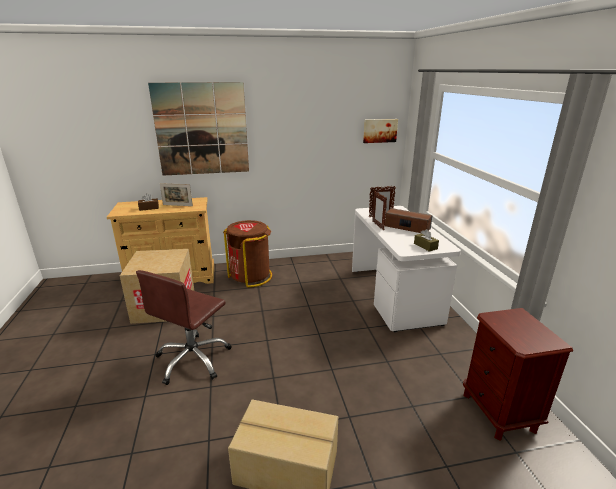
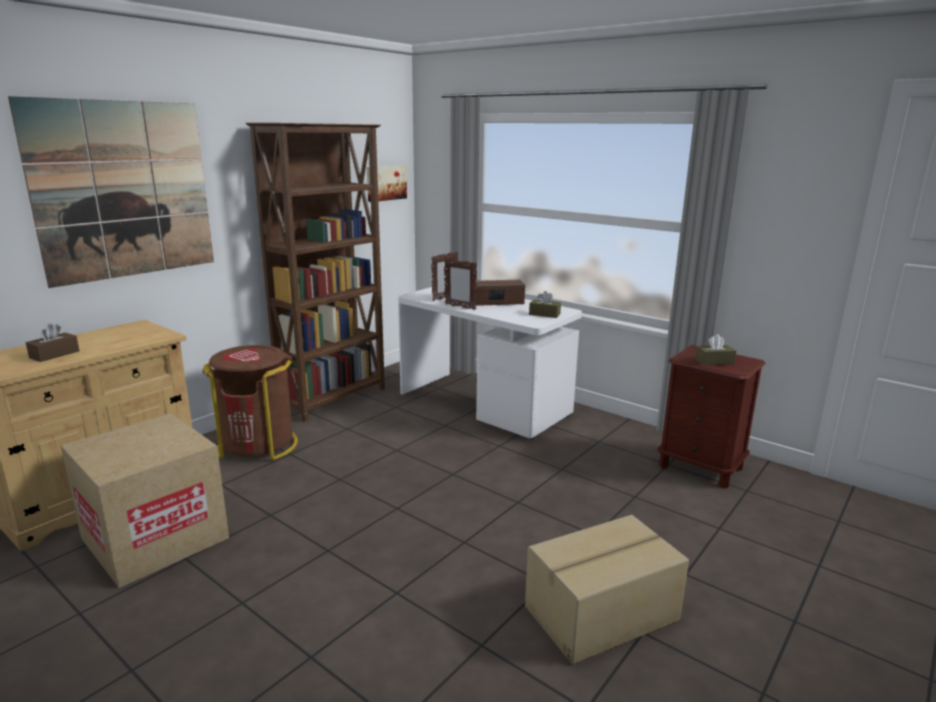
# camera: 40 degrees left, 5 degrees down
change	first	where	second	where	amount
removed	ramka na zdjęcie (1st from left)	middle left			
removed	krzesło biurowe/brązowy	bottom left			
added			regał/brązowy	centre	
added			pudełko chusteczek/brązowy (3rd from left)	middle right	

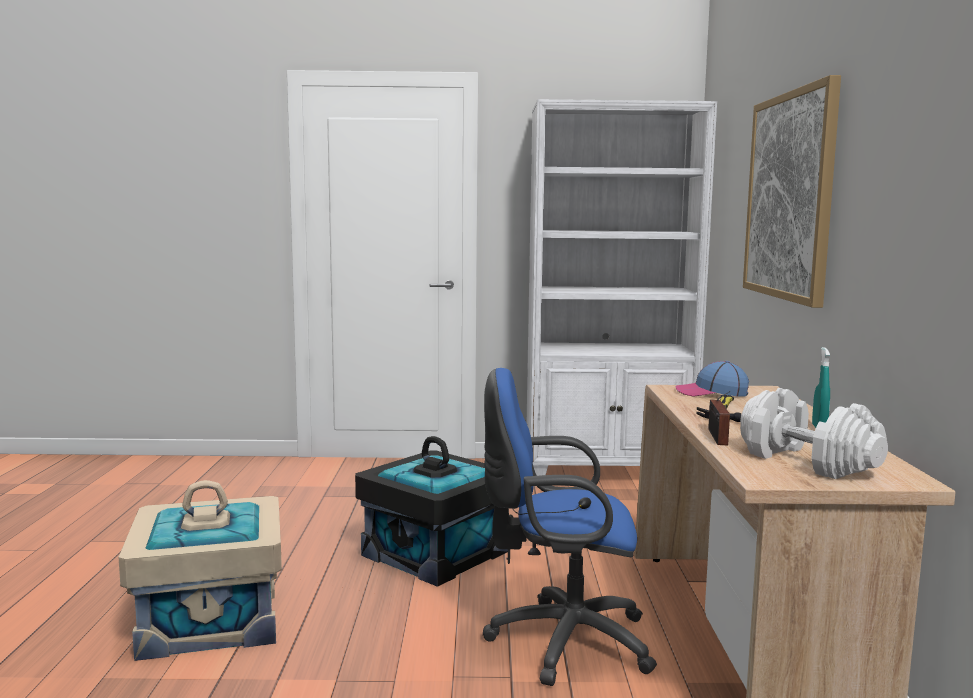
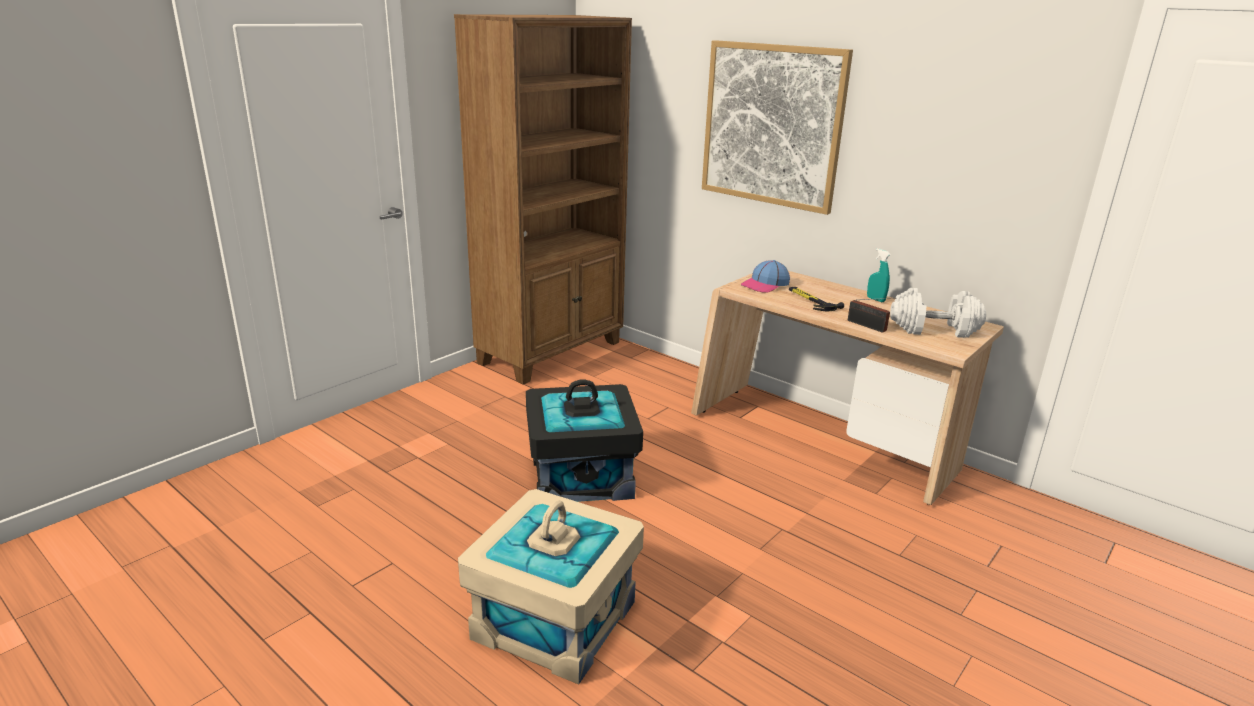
# camera: 50 degrees left, 15 degrees up
change	first	where	second	where	amount
recoloured	regał/biały	centre	regał/brązowy	top centre	
removed	krzesło biurowe/niebieski	bottom centre			

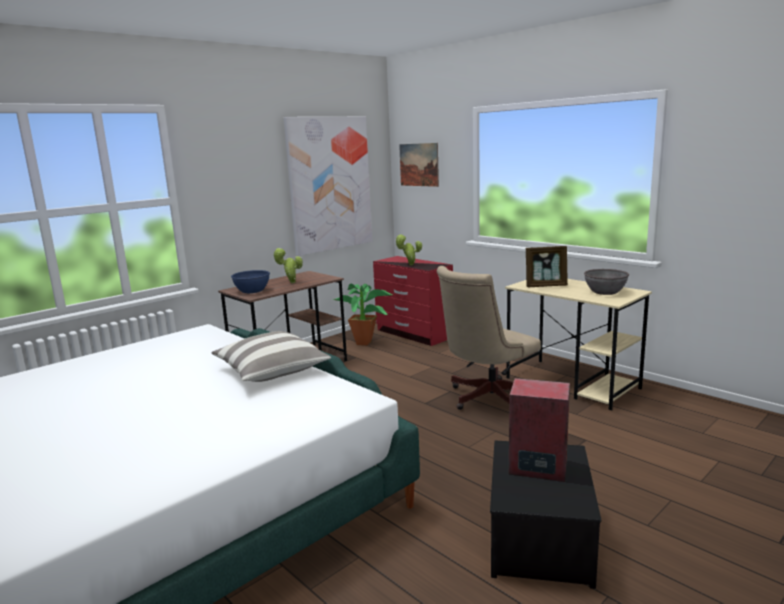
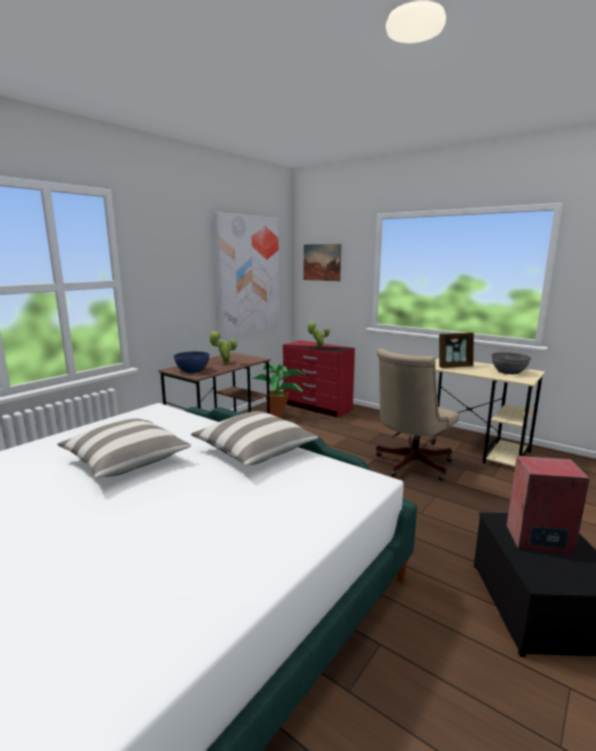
# camera: 10 degrees left, 0 degrees up
change	first	where	second	where	amount
added			poduszka (1st from left)	middle left	

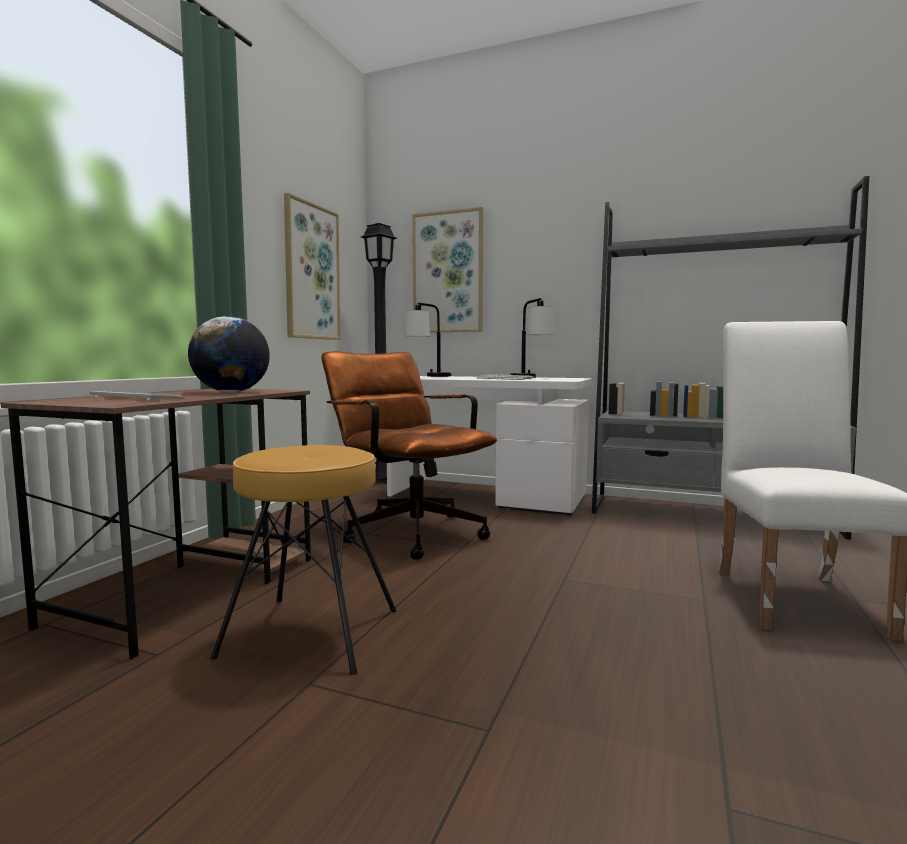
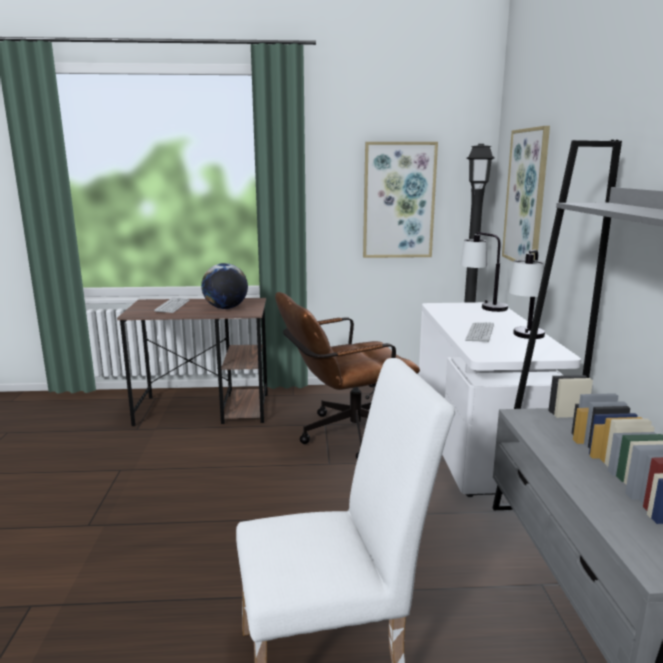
# camera: 65 degrees right, 10 degrees up
change	first	where	second	where	amount
turned	krzesło biurowe/brązowy	centre		centre	135 degrees counterclockwise
removed	stołek/brązowy	centre			

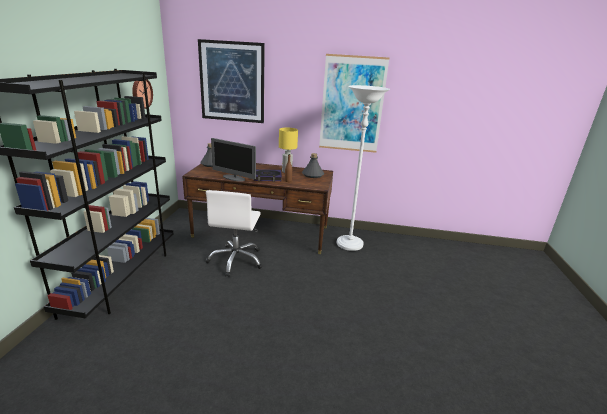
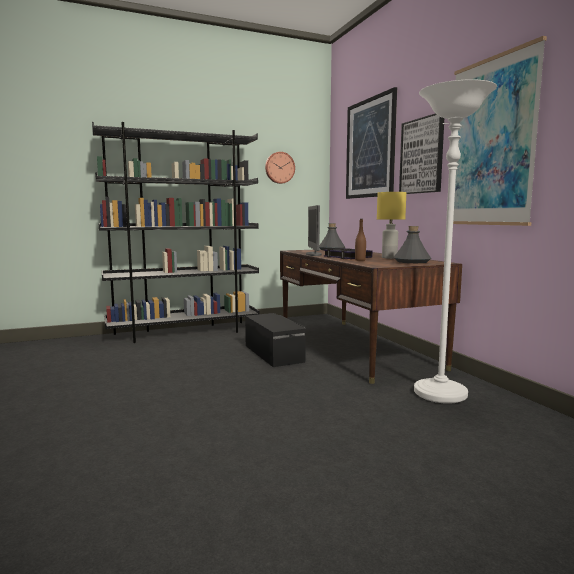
# camera: 60 degrees right, 15 degrees down
change	first	where	second	where	amount
replaced	krzesło biurowe/biały	centre	pojemnik do przechowywania/czarny	centre	
added			obraz (2nd from left)	top right	

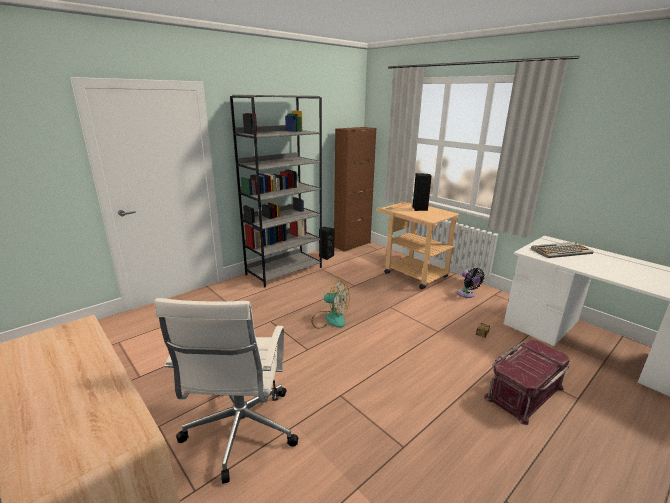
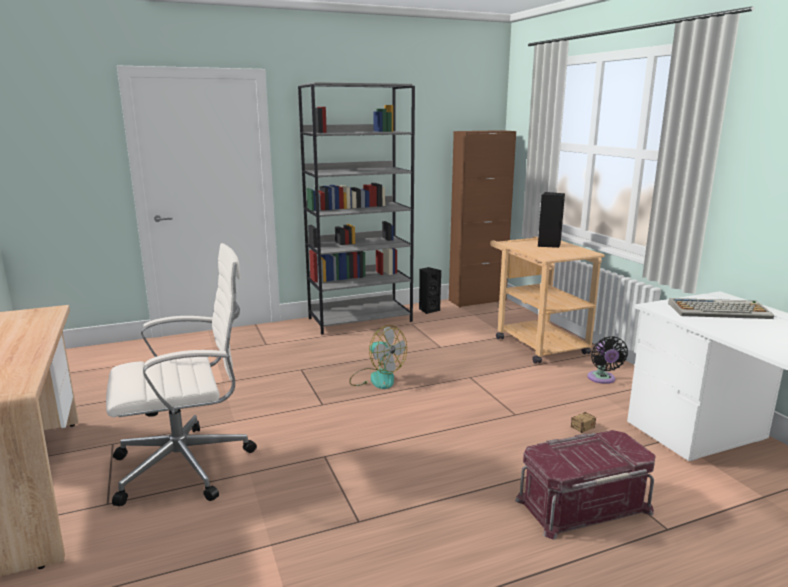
# camera: 20 degrees right, 5 degrees down
change	first	where	second	where	amount
turned	krzesło biurowe/biały	bottom centre		middle left	135 degrees counterclockwise

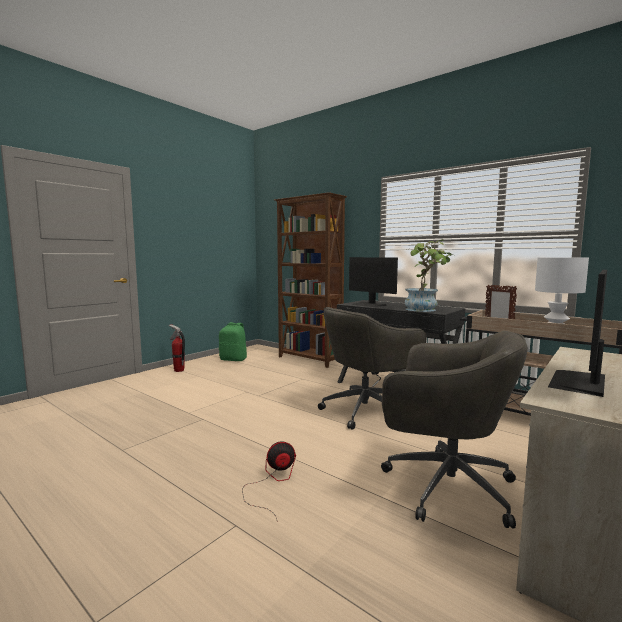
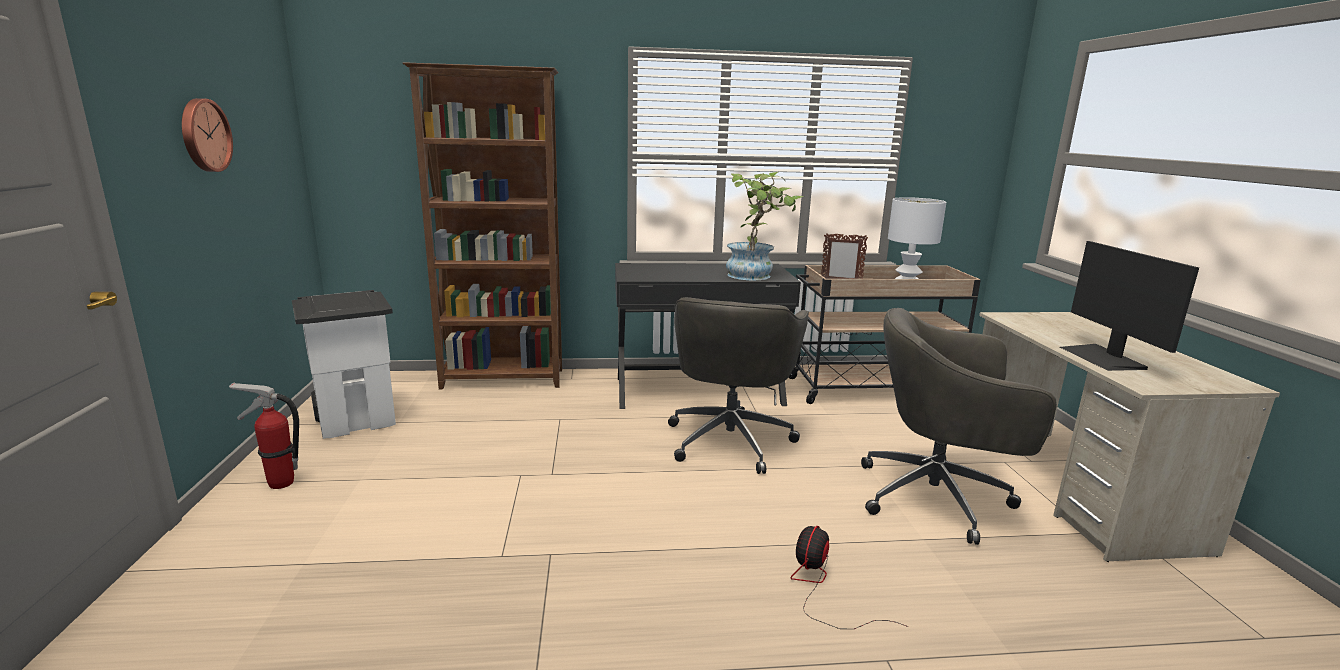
# camera: 45 degrees left, 10 degrees up
change	first	where	second	where	amount
removed	monitor (1st from left)	centre			
replaced	plecak/zielony	centre	kosz na śmieci/biały	middle left	
turned	krzesło biurowe/szary (2nd from left)	bottom right		middle right	150 degrees counterclockwise
added			zegar ścienny	top left	

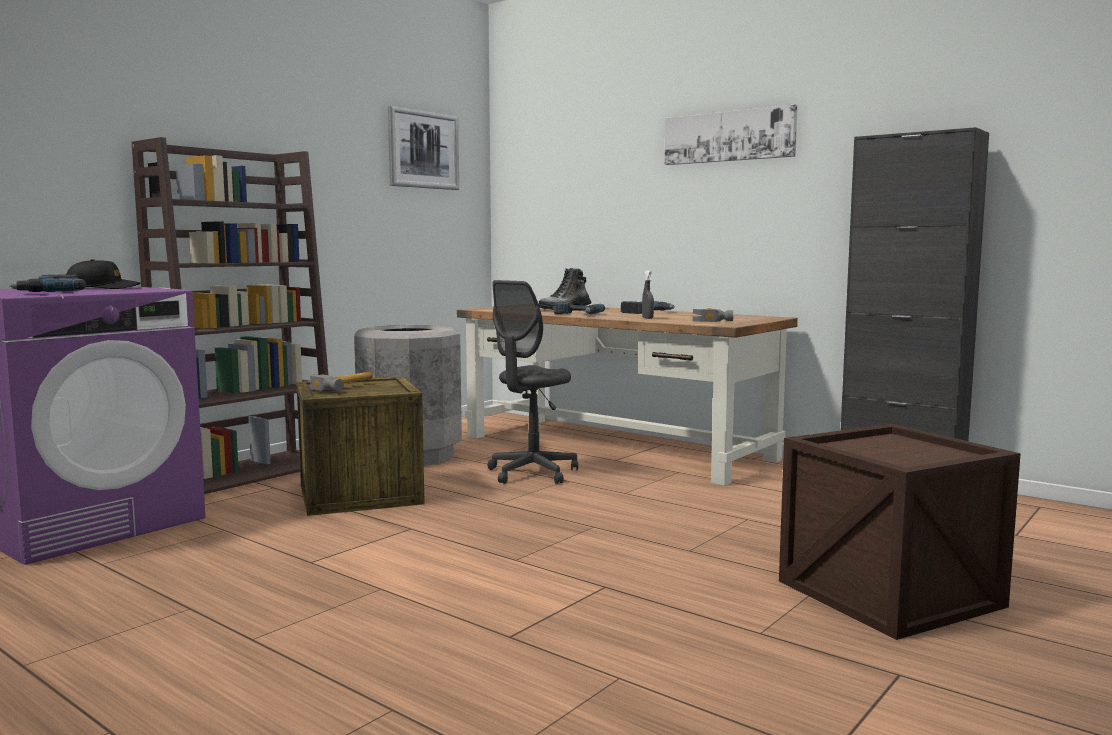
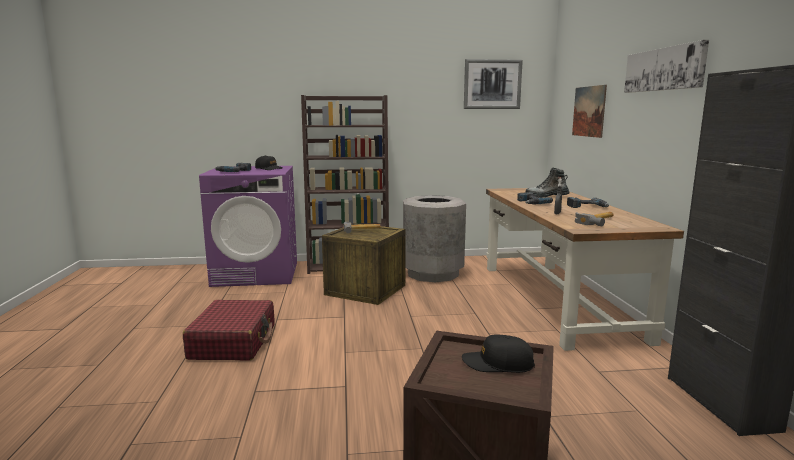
# camera: 45 degrees right, 5 degrees up
change	first	where	second	where	amount
removed	krzesło biurowe/szary	centre			
added			obraz (2nd from left)	top right	
added			walizka/czerwony	bottom left	
added			czapka z daszkiem/czarny (2nd from left)	bottom centre	

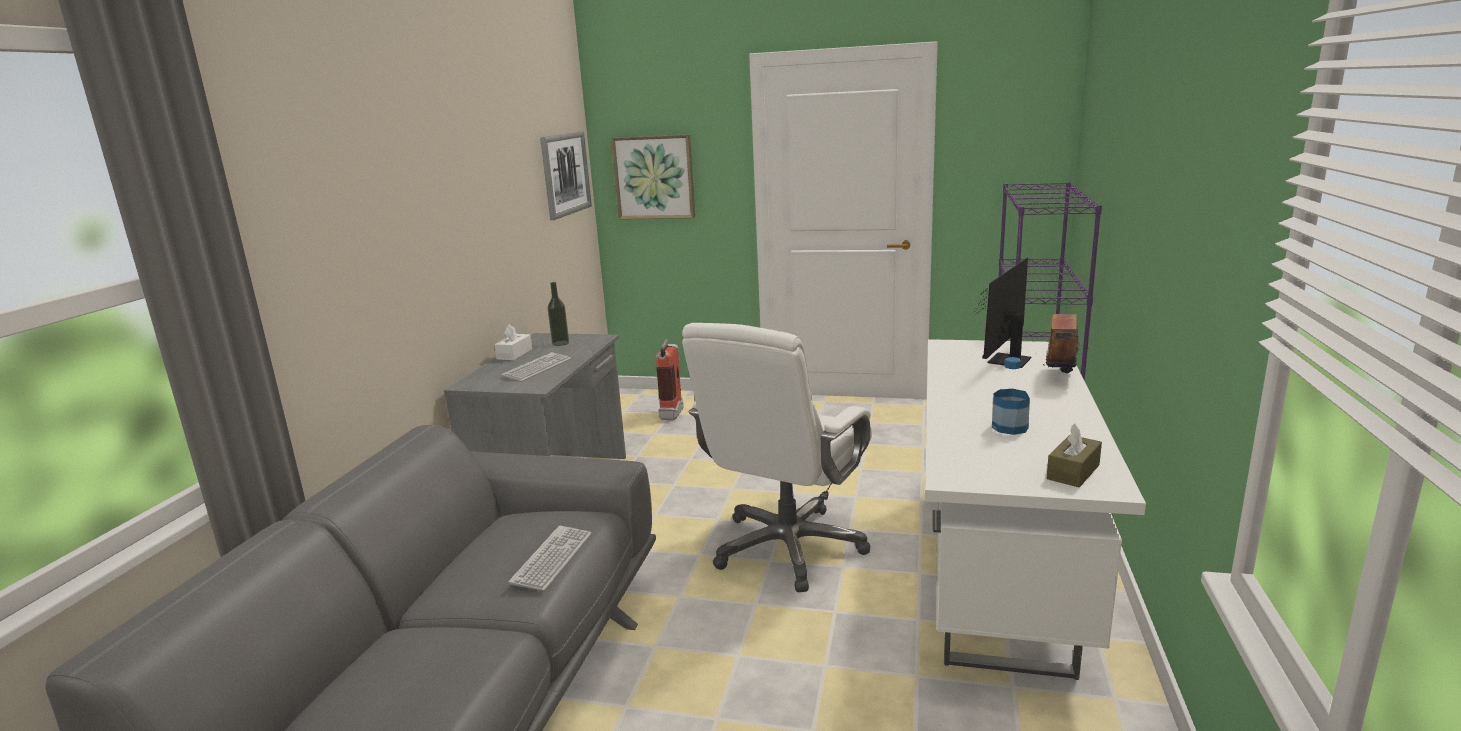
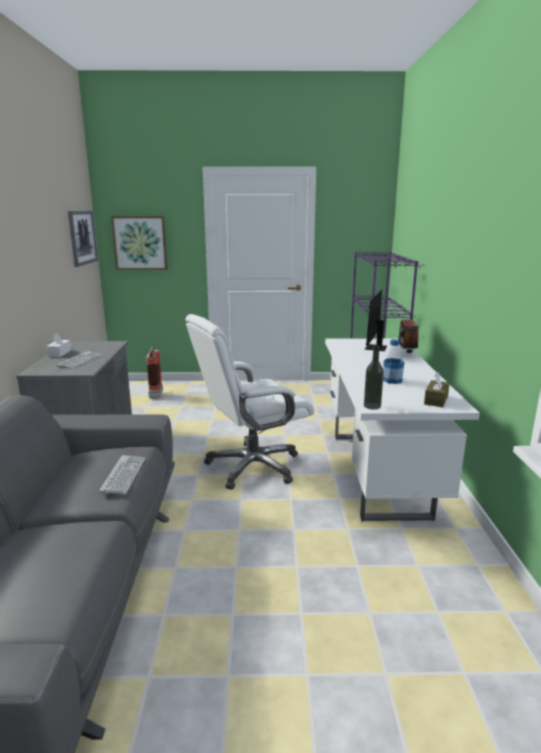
# camera: 15 degrees left, 0 degrees up
change	first	where	second	where	amount
moved	butelka (1st from left)	centre		middle right	
turned	krzesło biurowe/biały	centre		centre	45 degrees clockwise

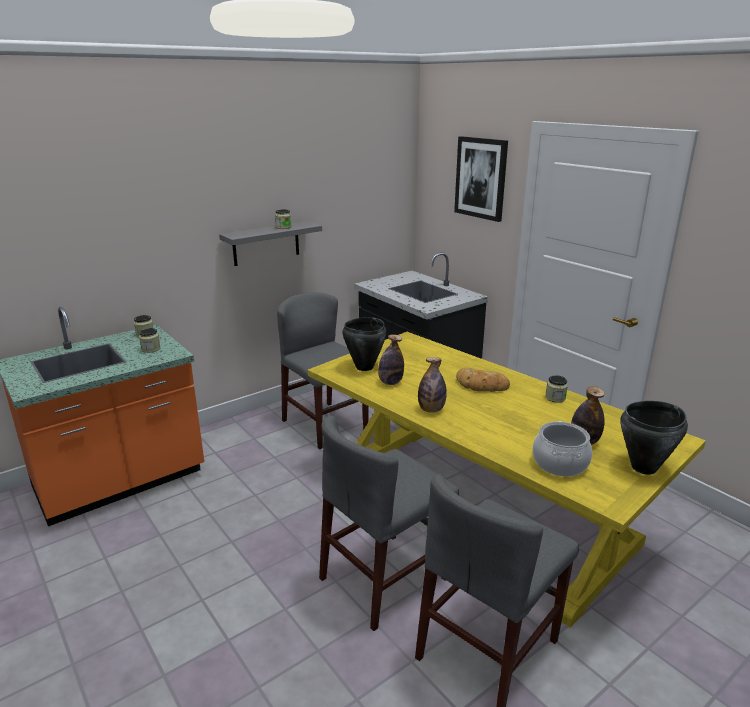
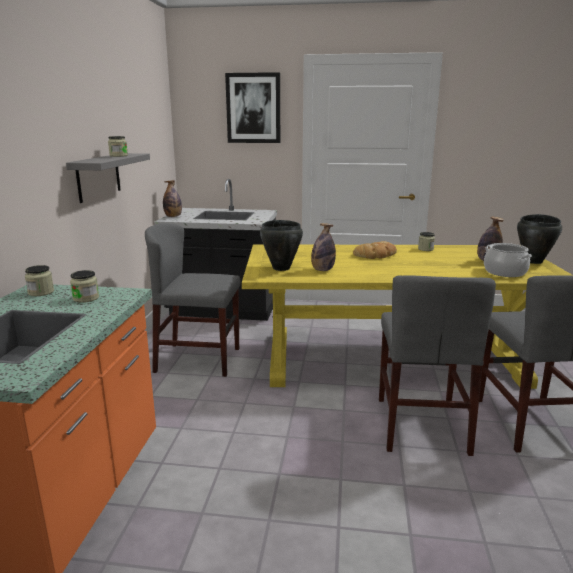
# camera: 45 degrees left, 5 degrees down
change	first	where	second	where	amount
moved	butelka (2nd from left in the first image)	centre	butelka (1st from left)	middle left	

